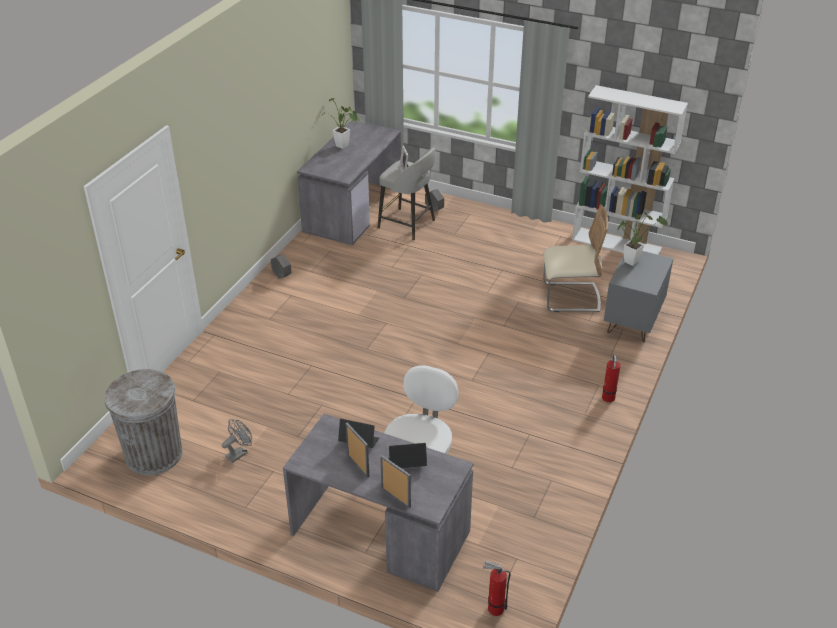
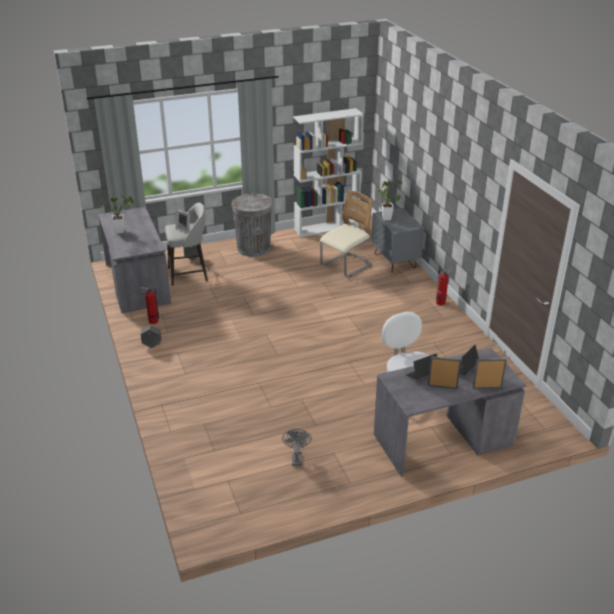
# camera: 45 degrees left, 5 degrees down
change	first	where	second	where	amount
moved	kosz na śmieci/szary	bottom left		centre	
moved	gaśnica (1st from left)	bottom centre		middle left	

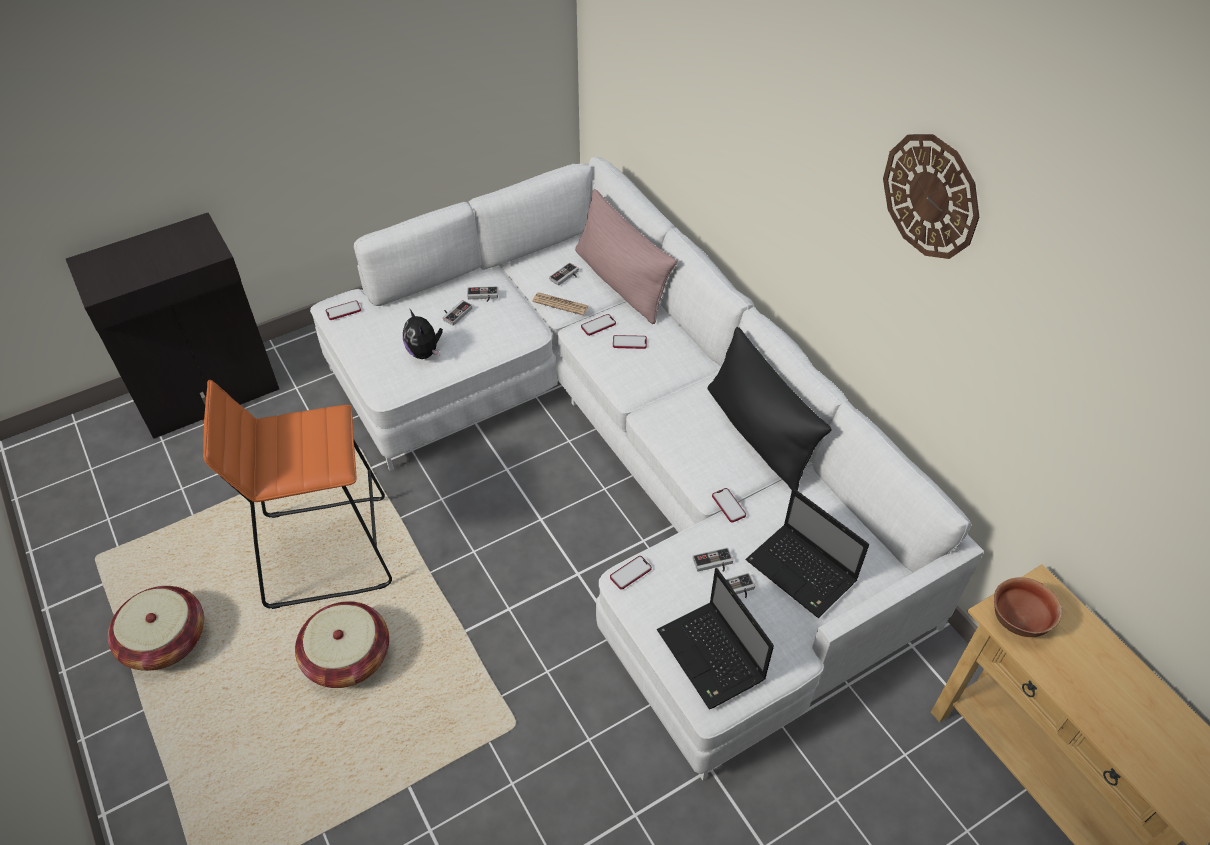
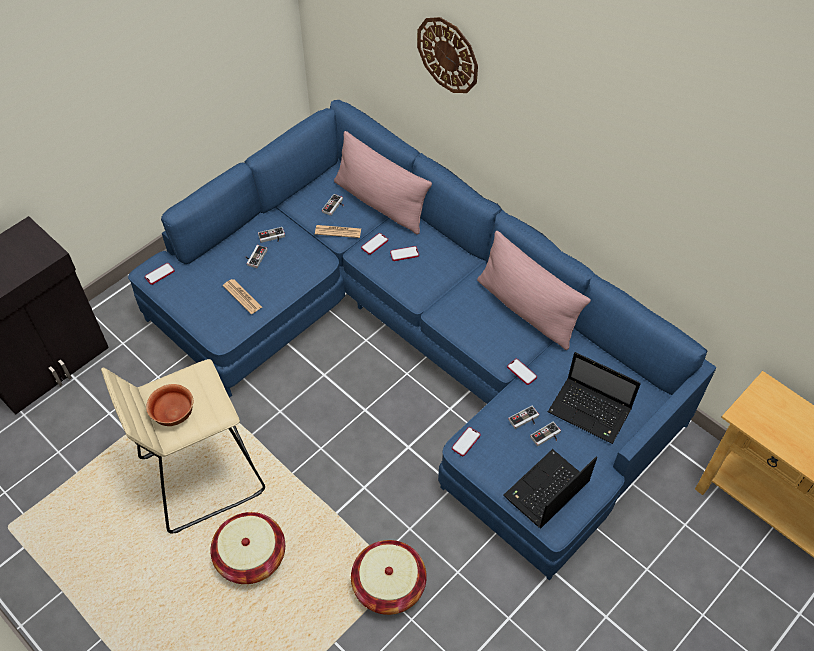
# camera: 15 degrees left, 5 degrees up
change	first	where	second	where	amount
moved	zegar ścienny	top right		top centre	
recoloured	kanapa/biały	centre	kanapa/niebieski	centre	
replaced	pluszak	centre	gazeta (1st from left)	middle left	
recoloured	poduszka/czarny	centre	poduszka/różowy (2nd from left)	centre	
recoloured	stołek/pomarańczowy	middle left	stołek/beżowy	bottom left	
turned	laptop (1st from left)	bottom centre		bottom right	90 degrees clockwise
moved	miska	bottom right		middle left	
moved	koszyk (1st from left in the first image)	bottom left	koszyk (2nd from left)	bottom centre	

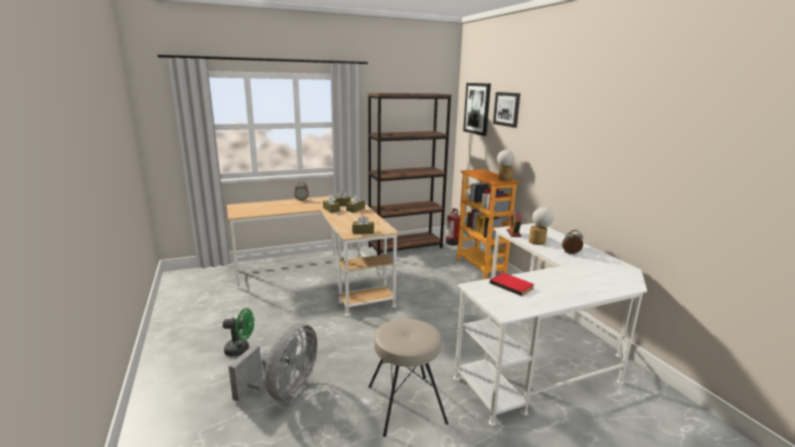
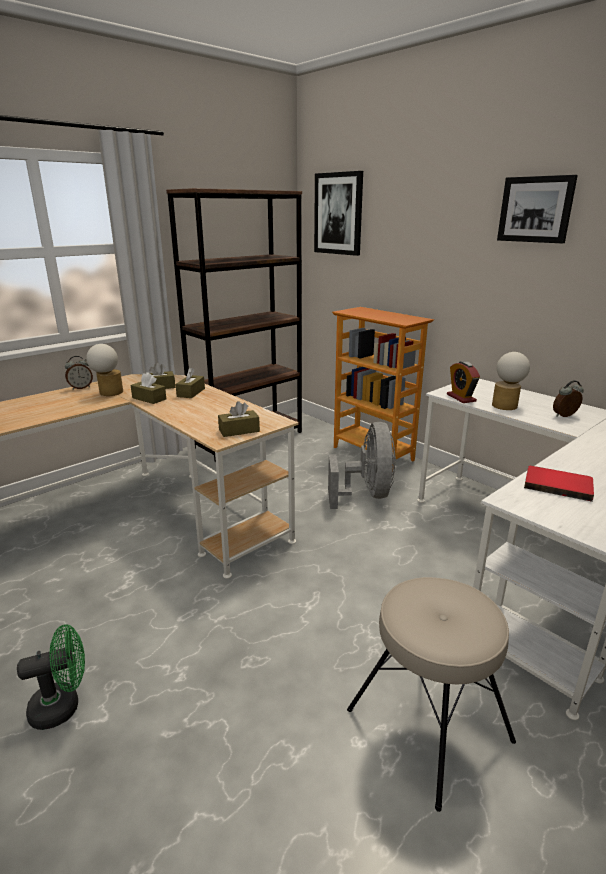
# camera: 20 degrees left, 5 degrees up
change	first	where	second	where	amount
moved	obraz (2nd from left)	top centre		top right	
moved	lampa stołowa (1st from left)	centre		middle left	
removed	gaśnica	centre			
moved	wentylator/szary	bottom centre		centre	

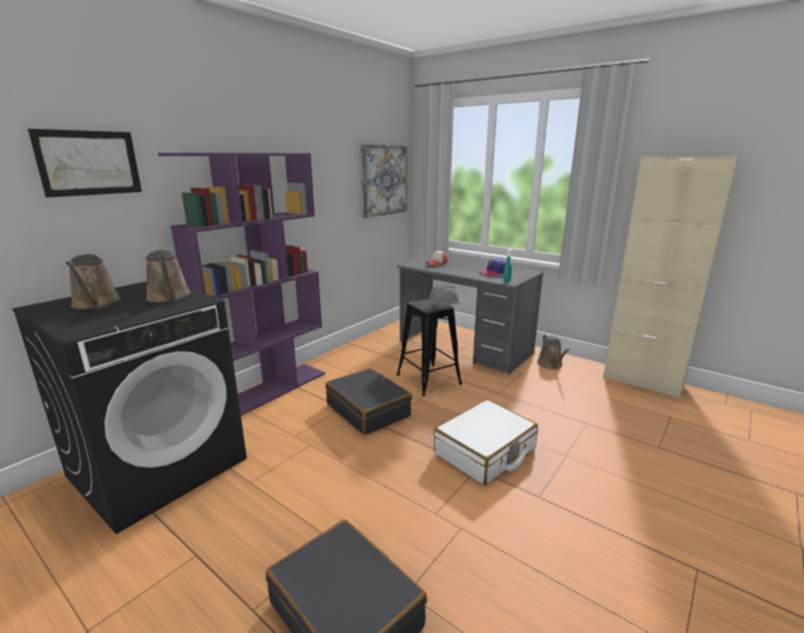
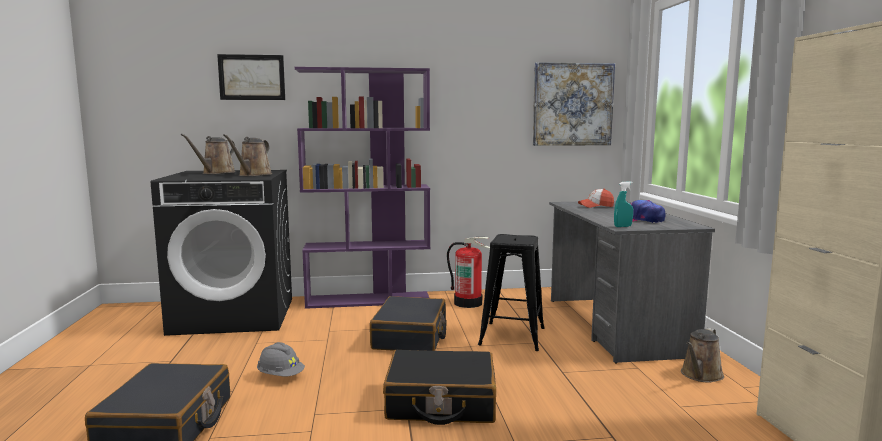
# camera: 45 degrees right, 10 degrees down
change	first	where	second	where	amount
moved	kask/szary	centre		bottom left	
recoloured	walizka/biały	bottom centre	walizka/czarny (3rd from left)	bottom centre	
added			gaśnica	centre	

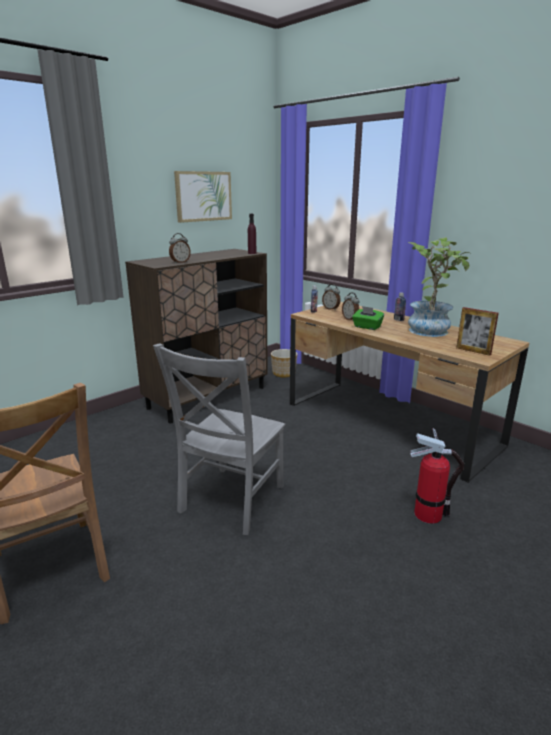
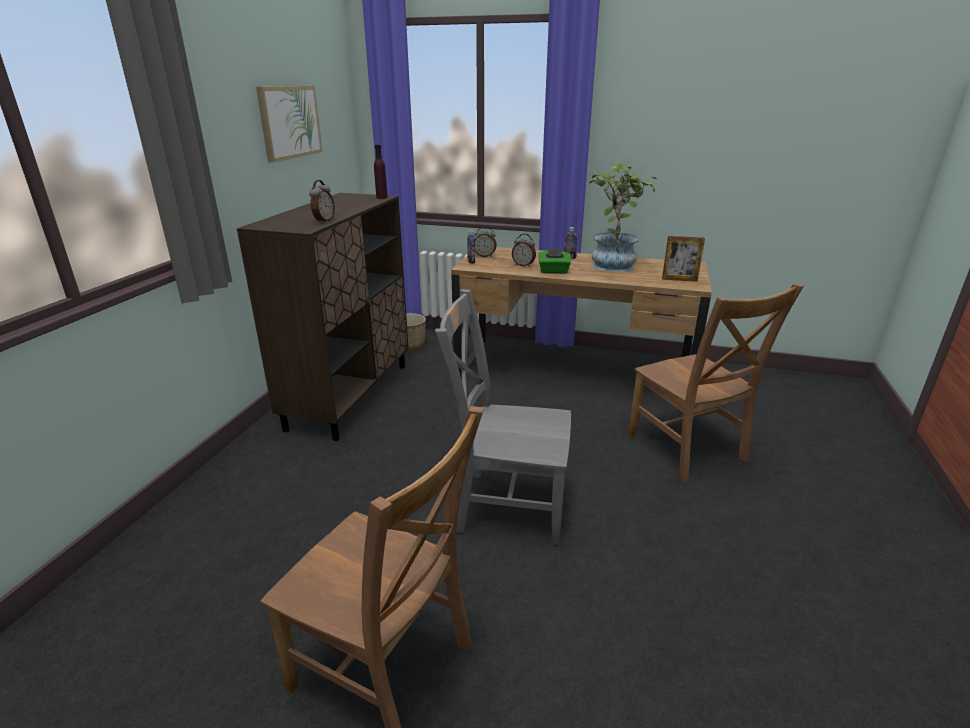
# camera: 30 degrees left, 5 degrees up
change	first	where	second	where	amount
turned	krzesło/szary	centre		centre	105 degrees clockwise
replaced	gaśnica	middle right	krzesło/brązowy (2nd from left)	middle right	

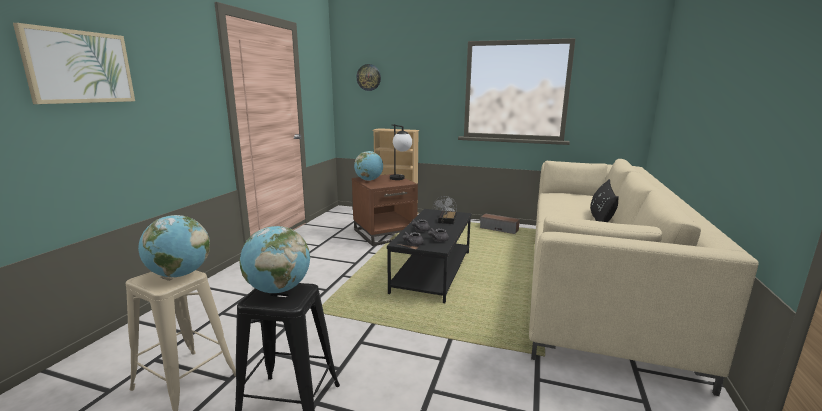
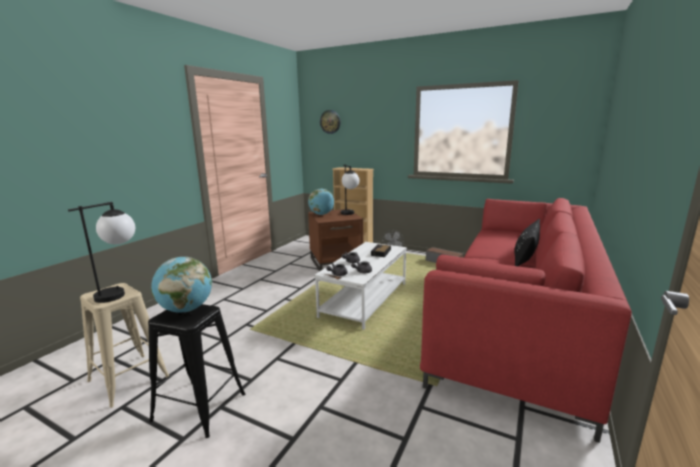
# camera: 10 degrees right, 0 degrees up
change	first	where	second	where	amount
removed	obraz	top left			
recoloured	kanapa/beżowy	bottom right	kanapa/czerwony	bottom right	
recoloured	ława/czarny	centre	ława/biały	centre	
replaced	globus (1st from left)	middle left	lampa stołowa (1st from left)	middle left	

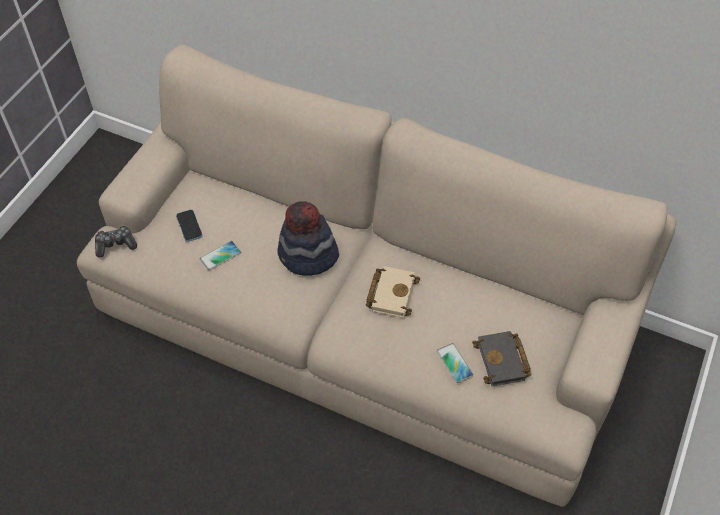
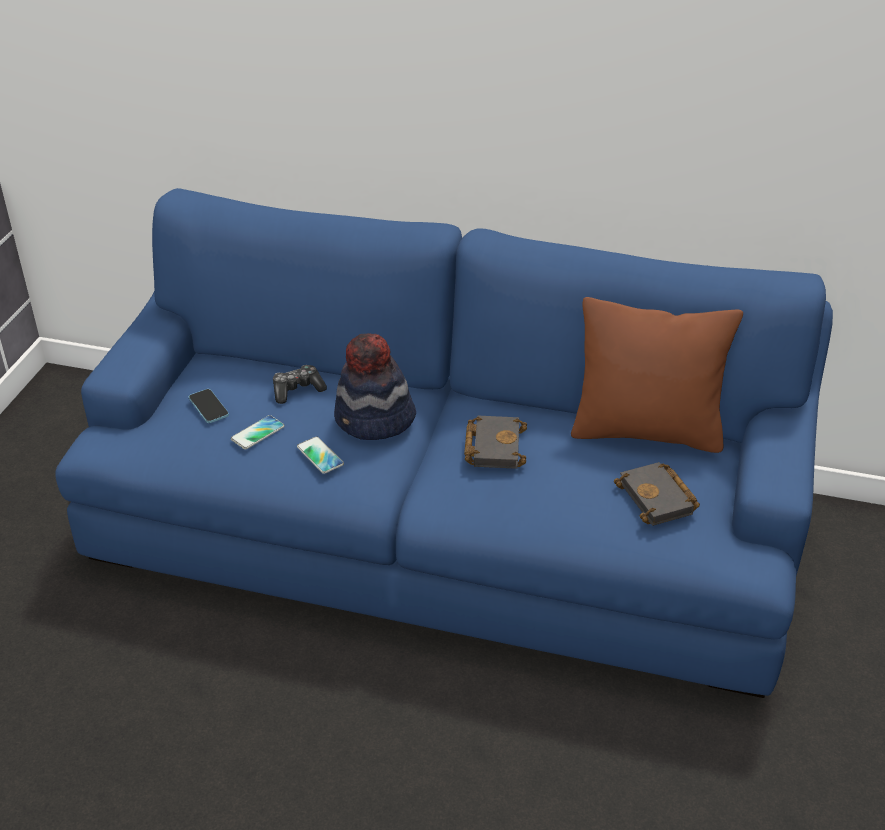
# camera: 10 degrees left, 15 degrees down
change	first	where	second	where	amount
recoloured	kanapa/beżowy	centre	kanapa/niebieski	centre	
moved	pad do gier	middle left		centre	
recoloured	książka/beżowy	centre	książka/czarny (1st from left)	centre	
moved	telefon (3rd from left)	bottom centre		centre	
added			poduszka/brązowy	middle right	

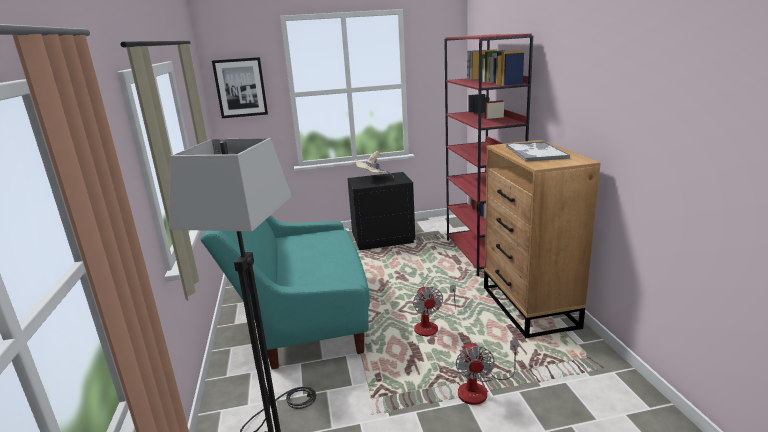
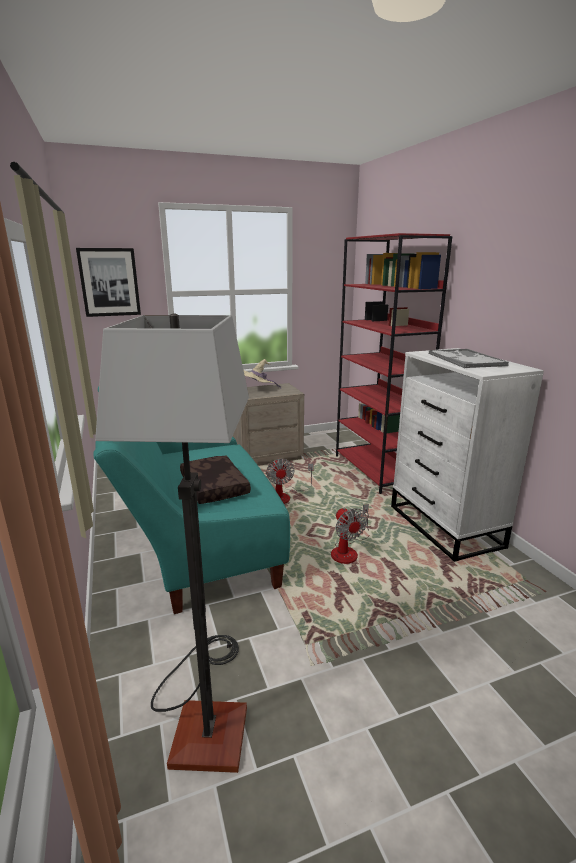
# camera: 10 degrees left, 0 degrees up
change	first	where	second	where	amount
recoloured	komoda/brązowy	middle right	komoda/biały	middle right	
recoloured	szafka nocna/czarny	centre	szafka nocna/beżowy	centre	
moved	wentylator (2nd from left in the first image)	bottom centre	wentylator (1st from left)	centre	
added			poduszka/brązowy	centre	

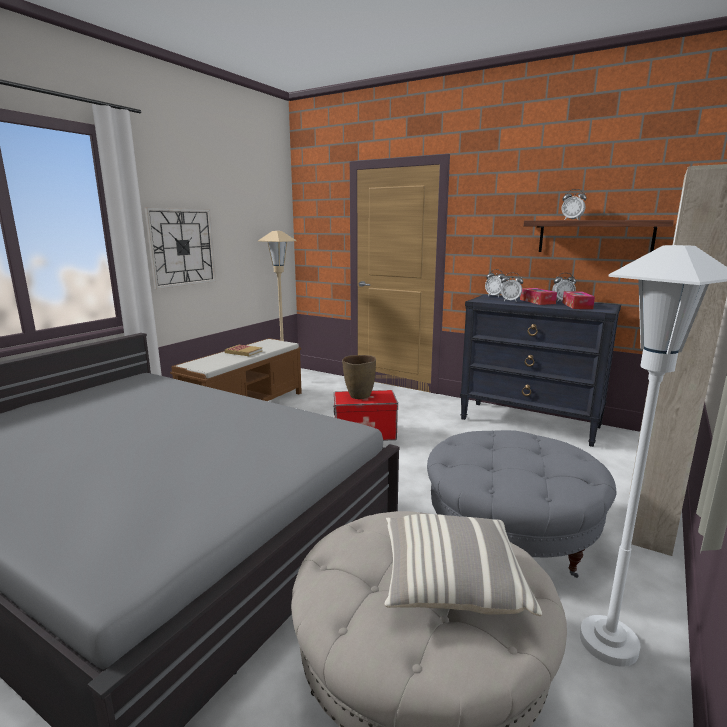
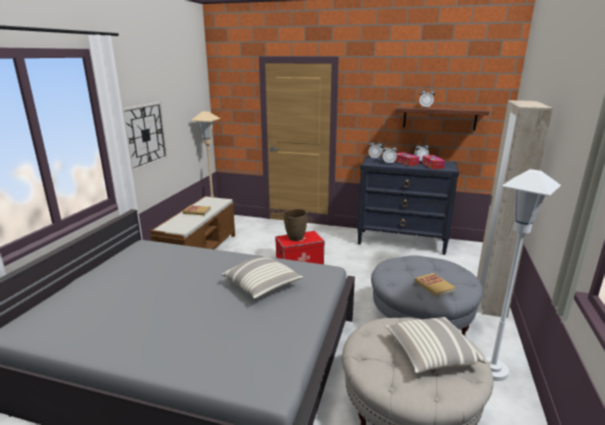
# camera: 15 degrees left, 5 degrees up
change	first	where	second	where	amount
added			poduszka (1st from left)	centre	
added			książka (2nd from left)	bottom right	

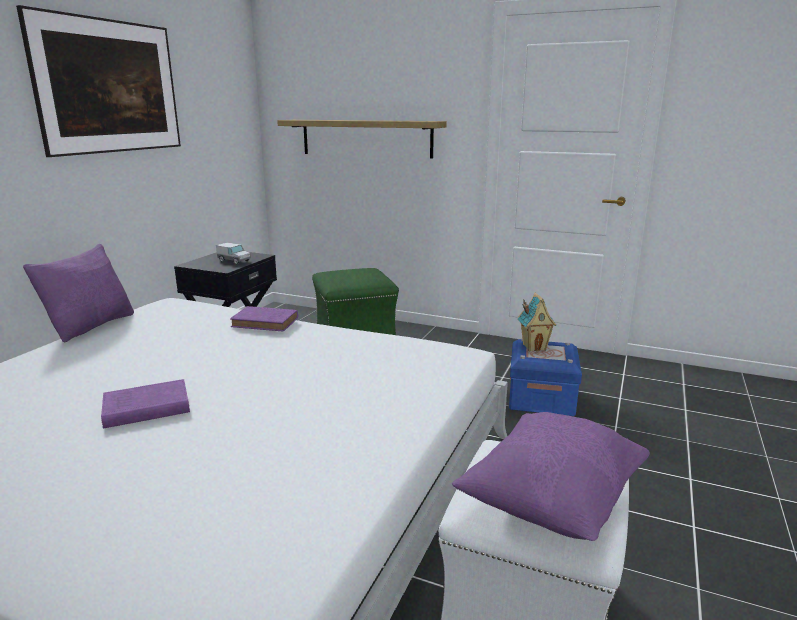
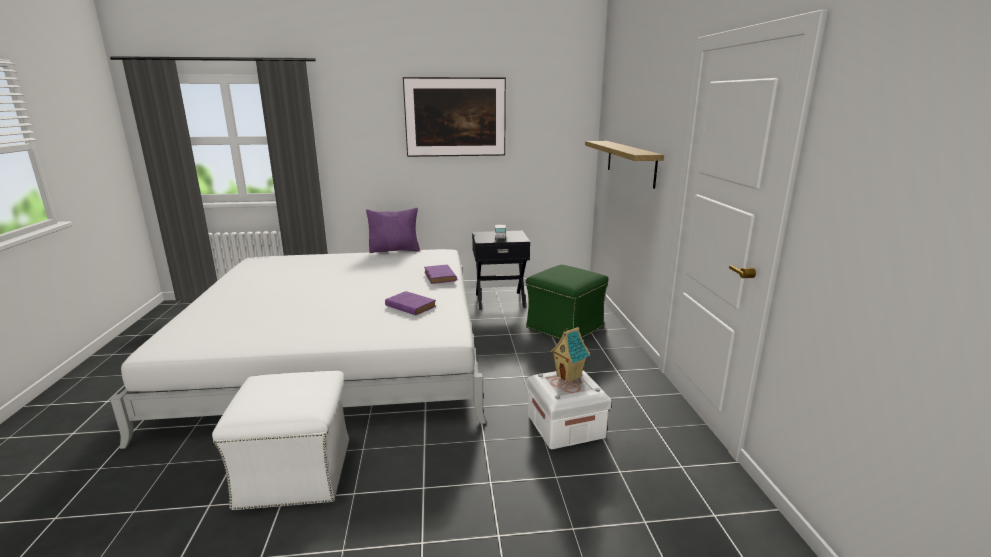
# camera: 60 degrees right, 0 degrees up
change	first	where	second	where	amount
recoloured	pojemnik do przechowywania/niebieski	middle right	pojemnik do przechowywania/biały	bottom centre	
moved	książka/fioletowy (1st from left)	middle left		centre	
removed	poduszka/fioletowy (2nd from left)	bottom right			

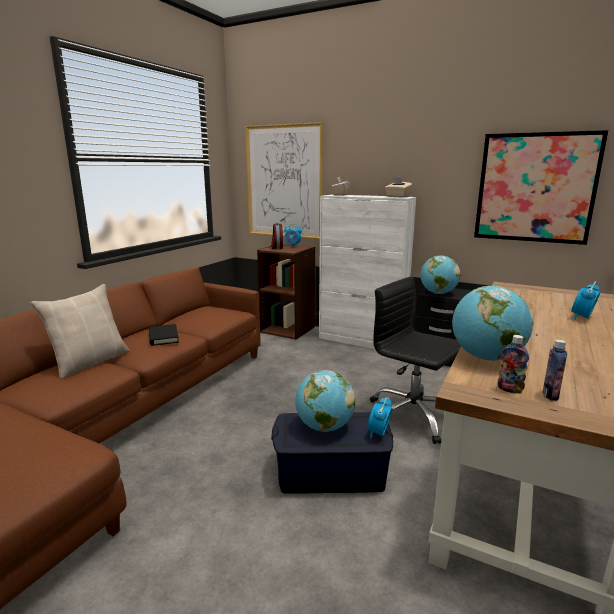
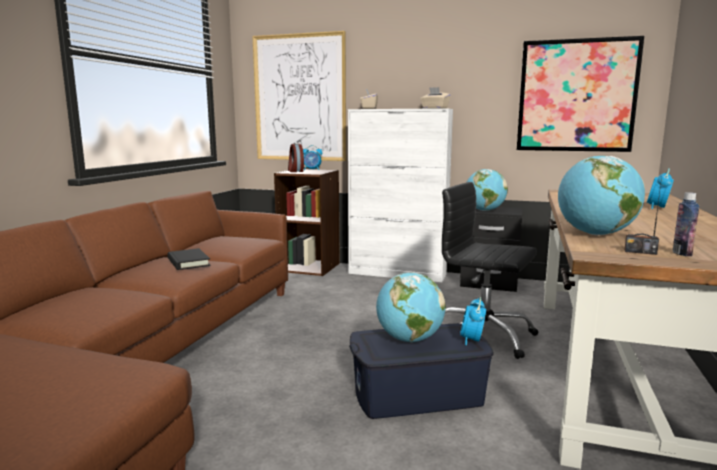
# camera: 10 degrees left, 5 degrees down
change	first	where	second	where	amount
removed	poduszka/beżowy	middle left			
replaced	butelka (1st from left)	middle right	radio	middle right	

